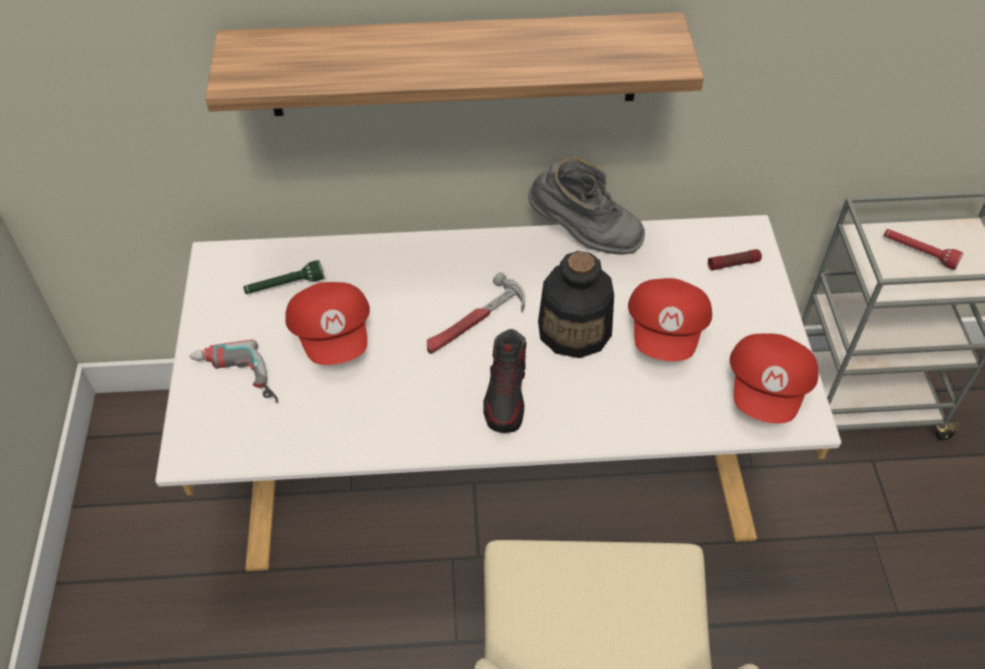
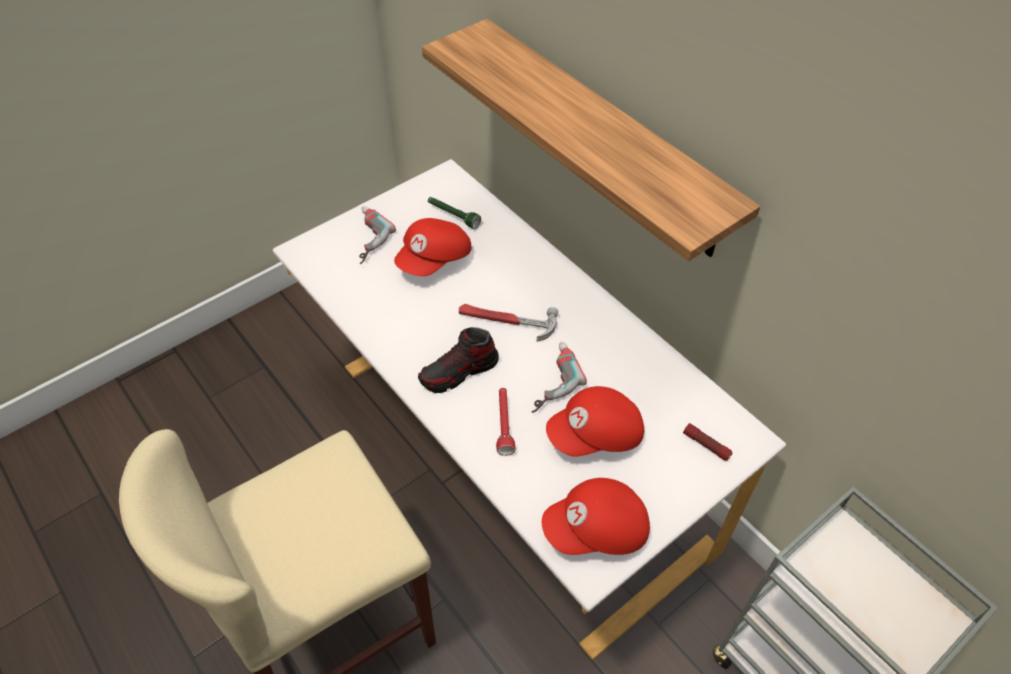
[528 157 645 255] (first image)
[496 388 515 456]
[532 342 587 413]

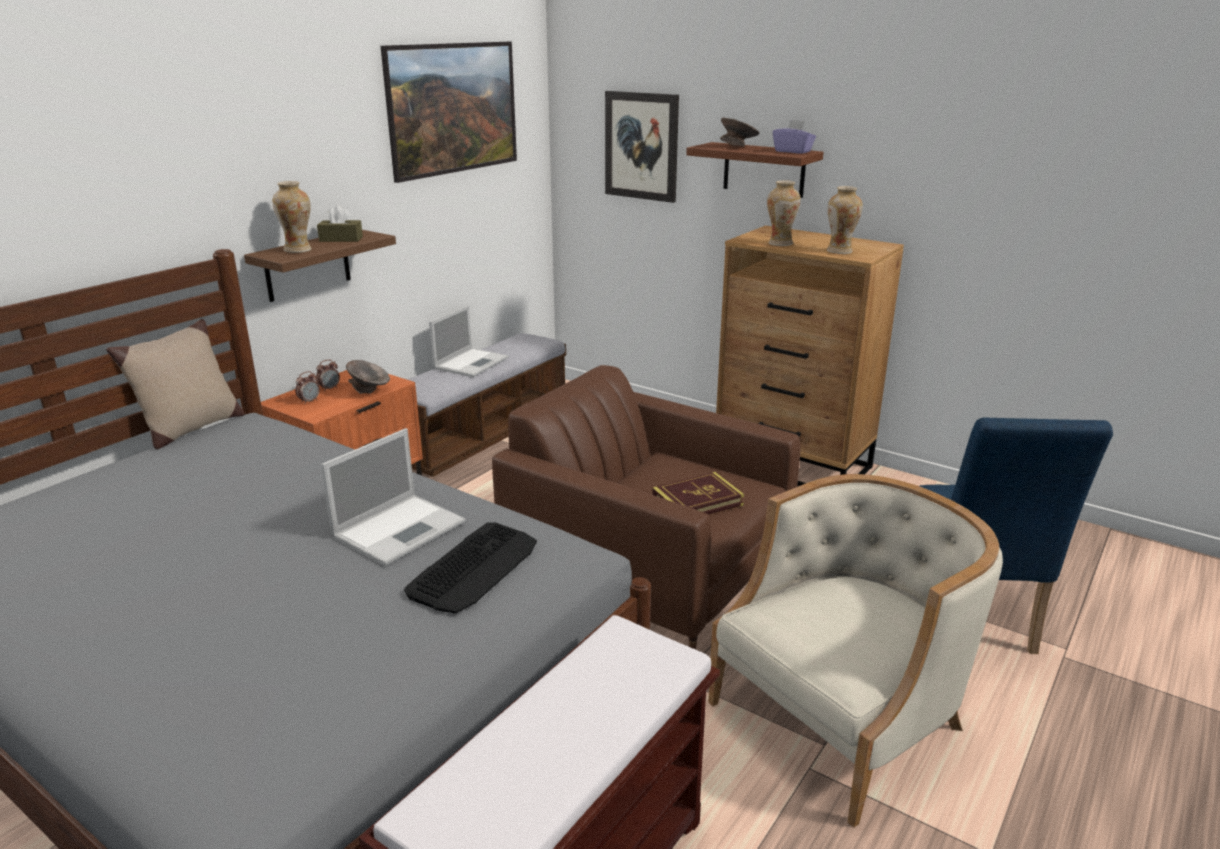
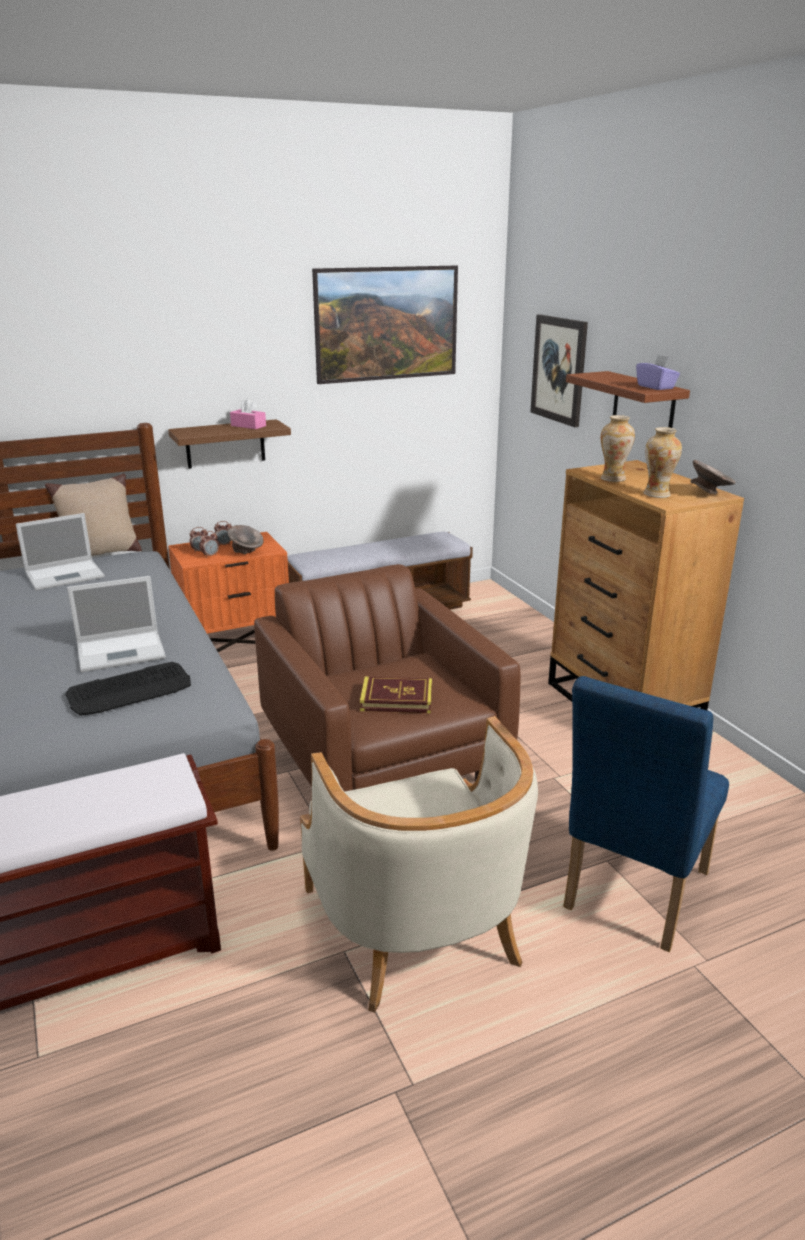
[272 181 312 253] (first image)
[199 531 219 558]
[16 513 105 590]
[690 460 735 495]
[230 398 266 429]
[300 716 538 1013]

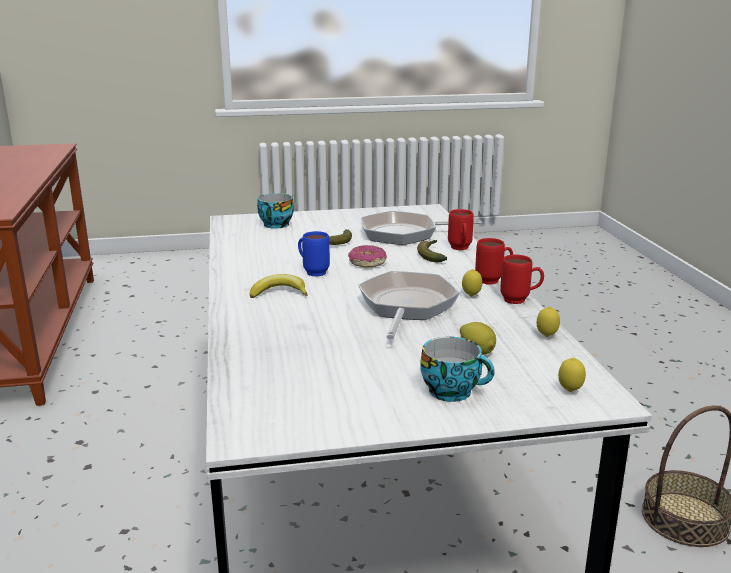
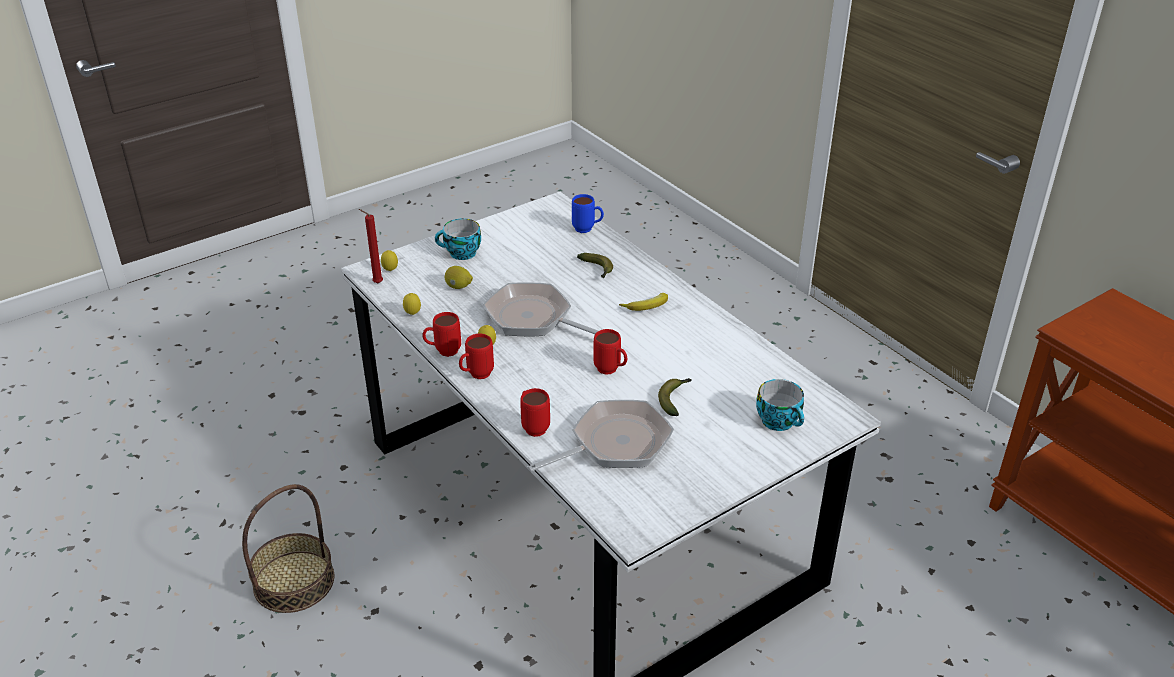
[359 209 383 283]
[572 194 604 233]
[577 253 613 278]
[594 329 628 375]
[483 282 598 336]

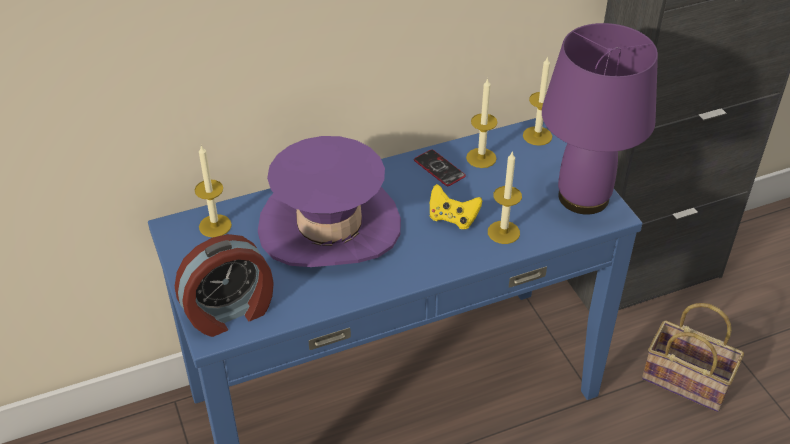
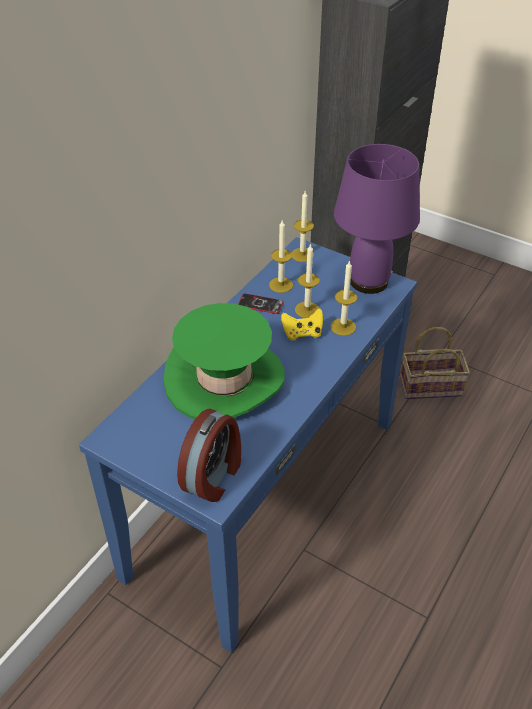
[295 243 320 318]
[163 303 285 419]

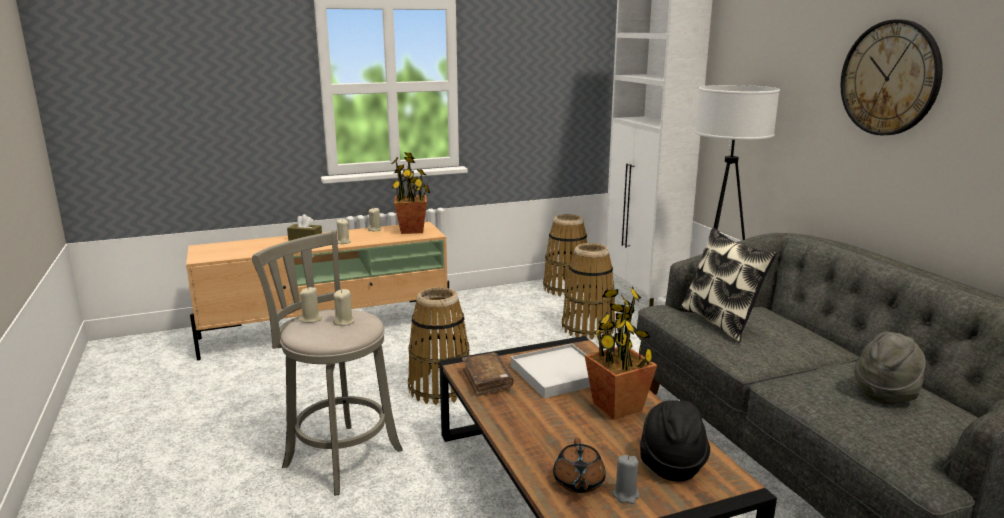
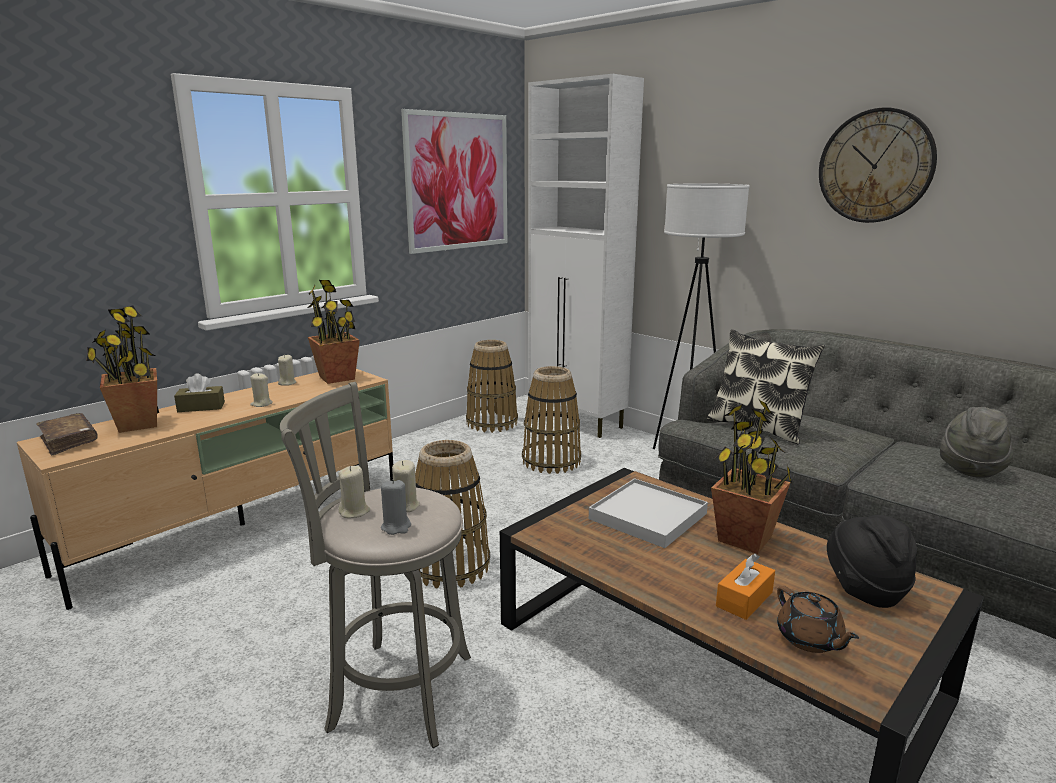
[86 305 159 433]
[401 109 507 254]
[716 554 775 620]
[36 413 98 456]
[381 479 411 535]

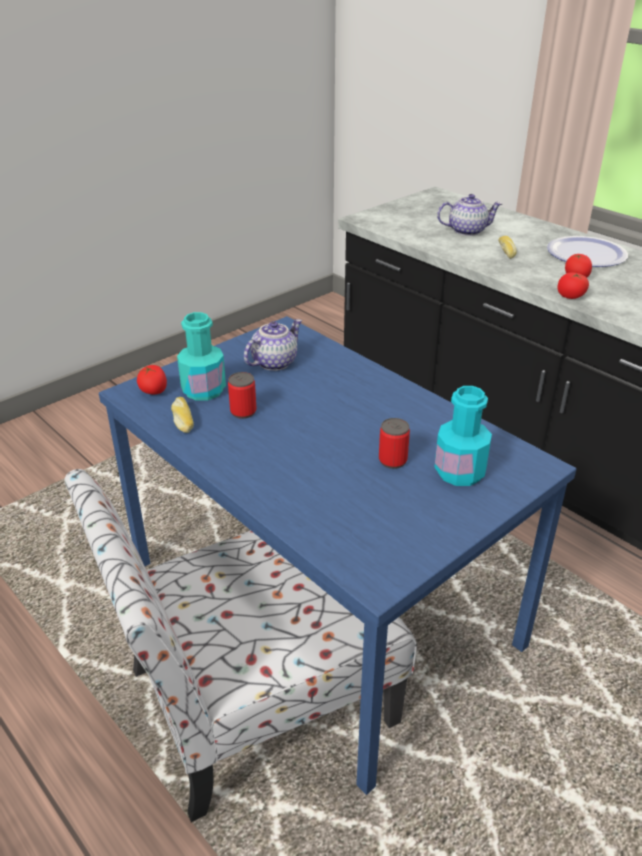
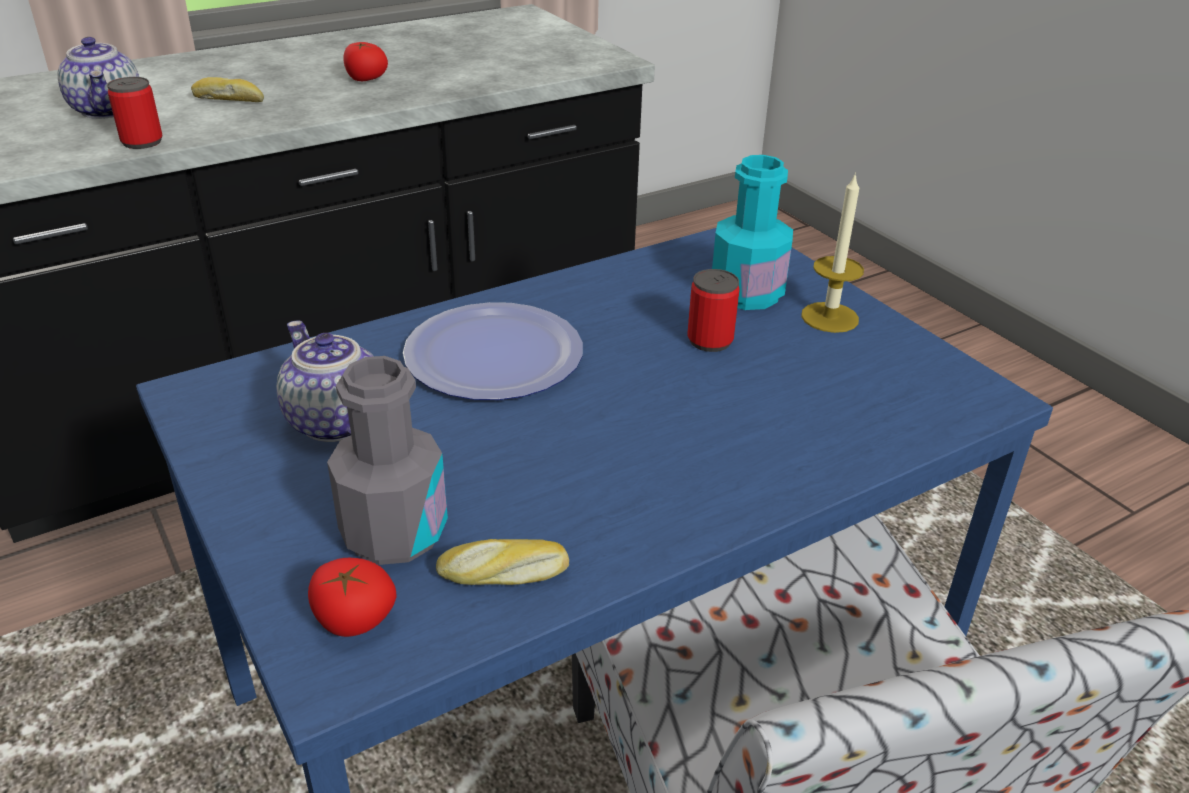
[557 273 589 299] (first image)
[801 172 864 333]
[107 77 162 149]
[403 302 583 400]
[327 356 448 565]
[58 37 139 119]

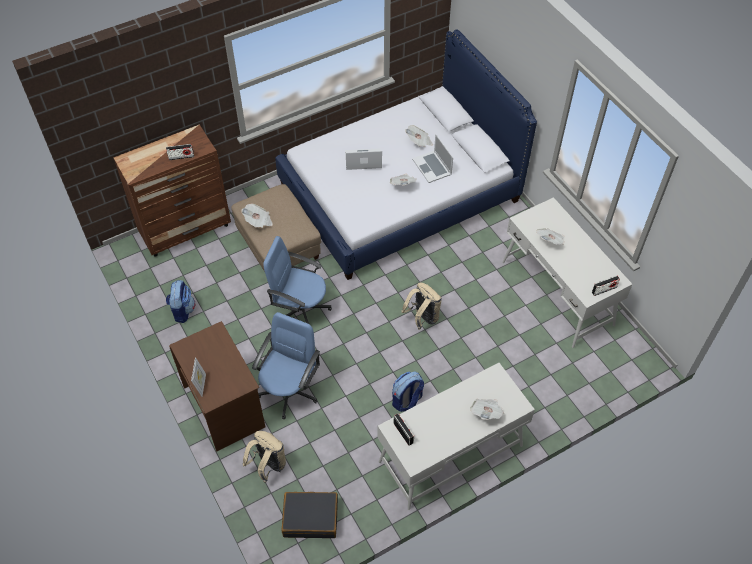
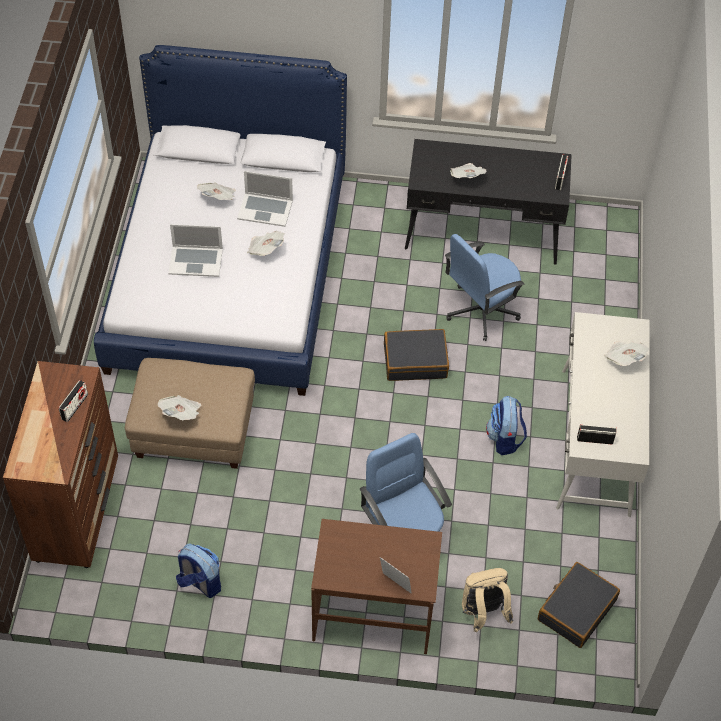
[445 234 525 341]
[384 329 449 381]
[405 139 572 265]
[168 224 223 277]

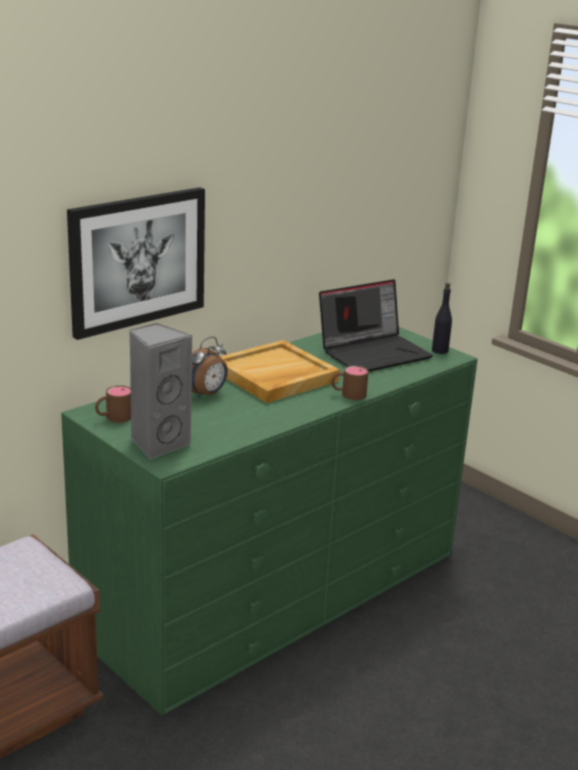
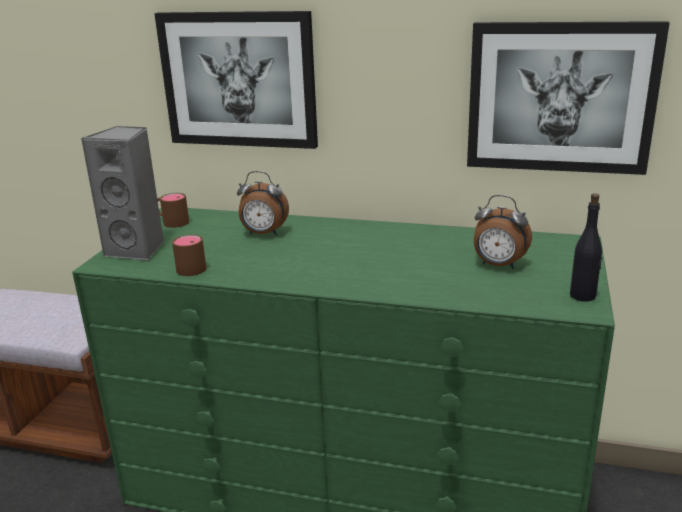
[220 340 340 403] (first image)
[467 21 670 175]
[172 234 206 276]
[474 195 532 269]

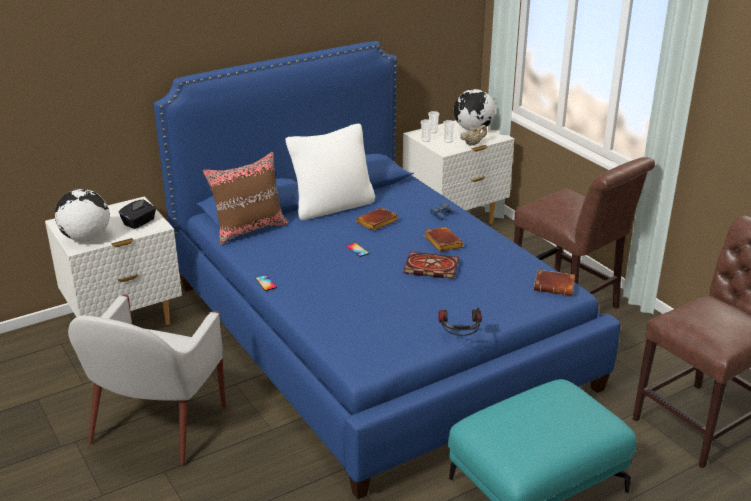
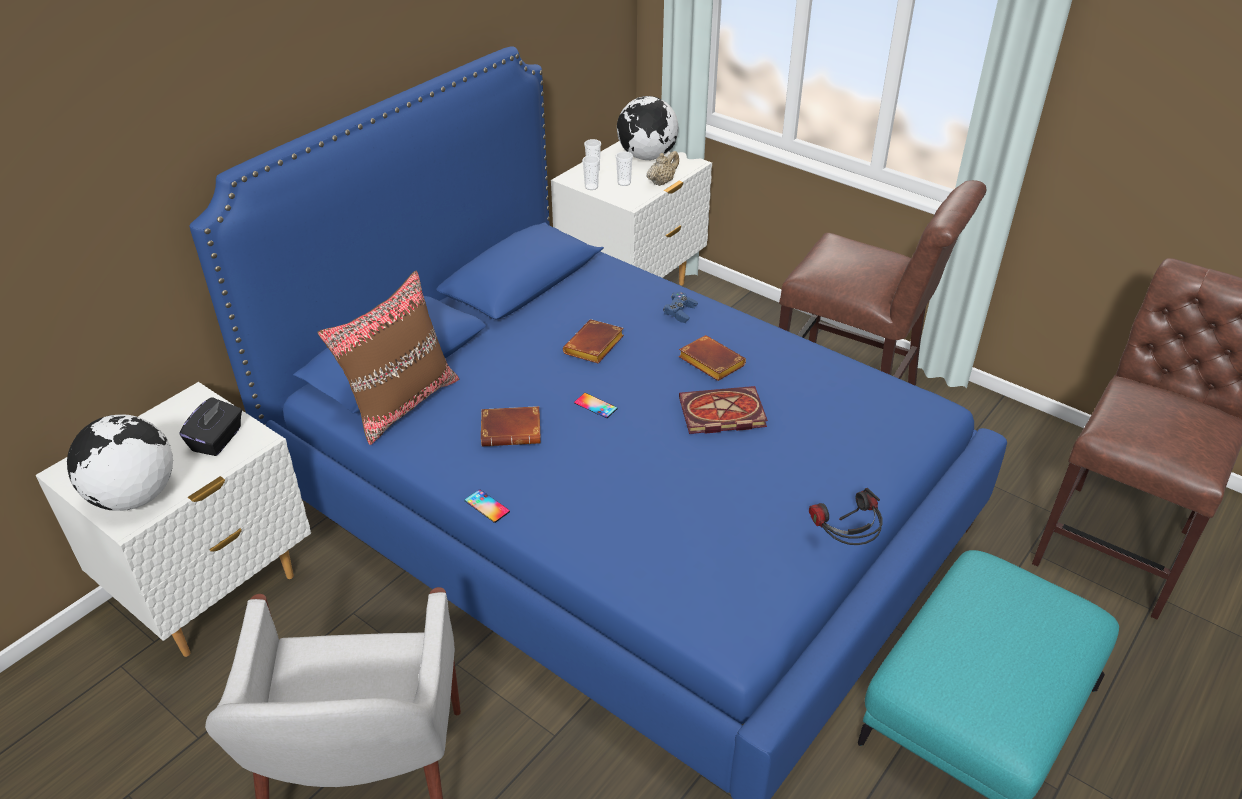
[285 124 375 220] (first image)
[481 406 541 446]

